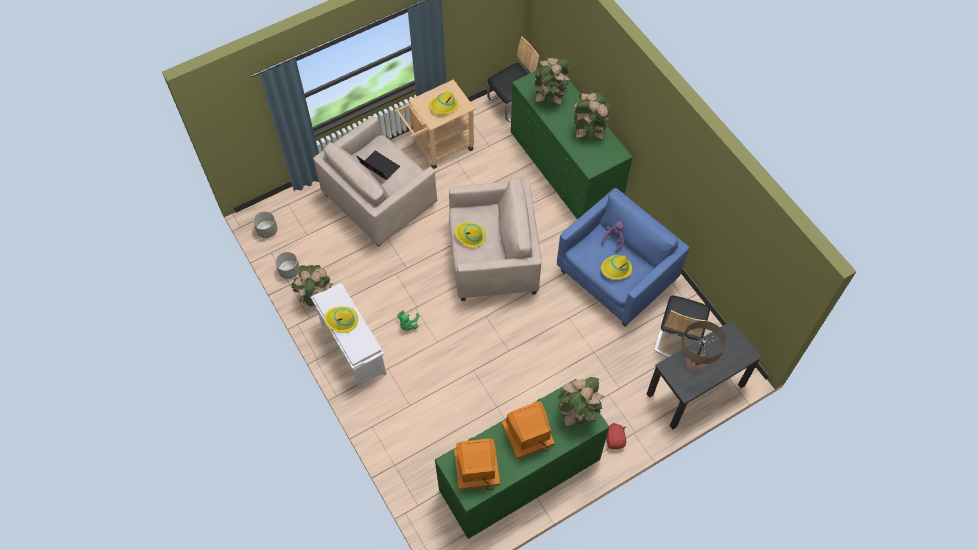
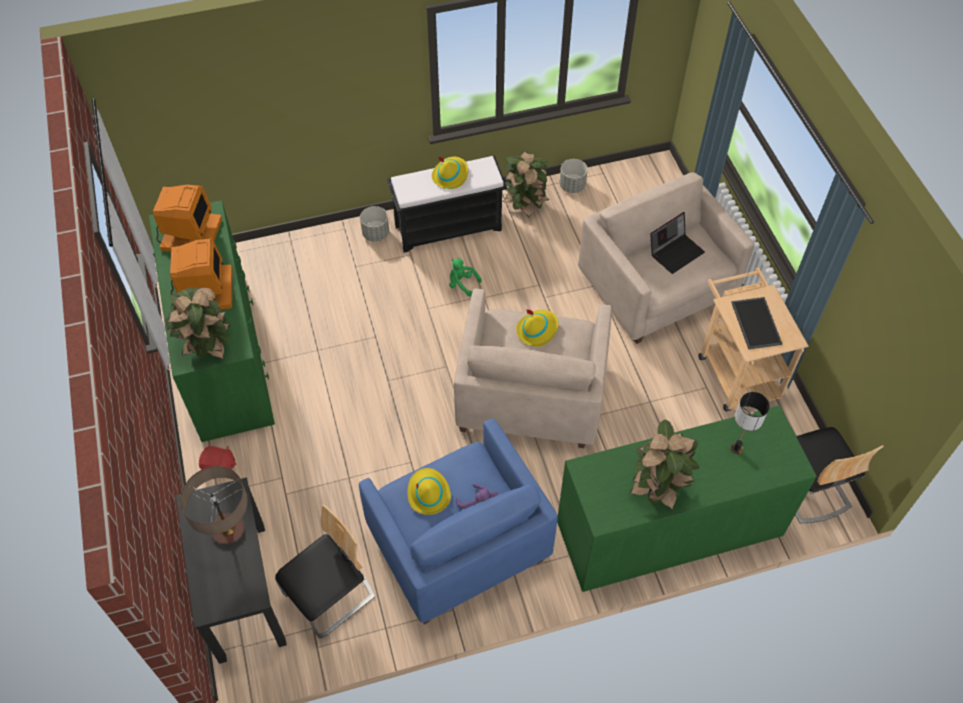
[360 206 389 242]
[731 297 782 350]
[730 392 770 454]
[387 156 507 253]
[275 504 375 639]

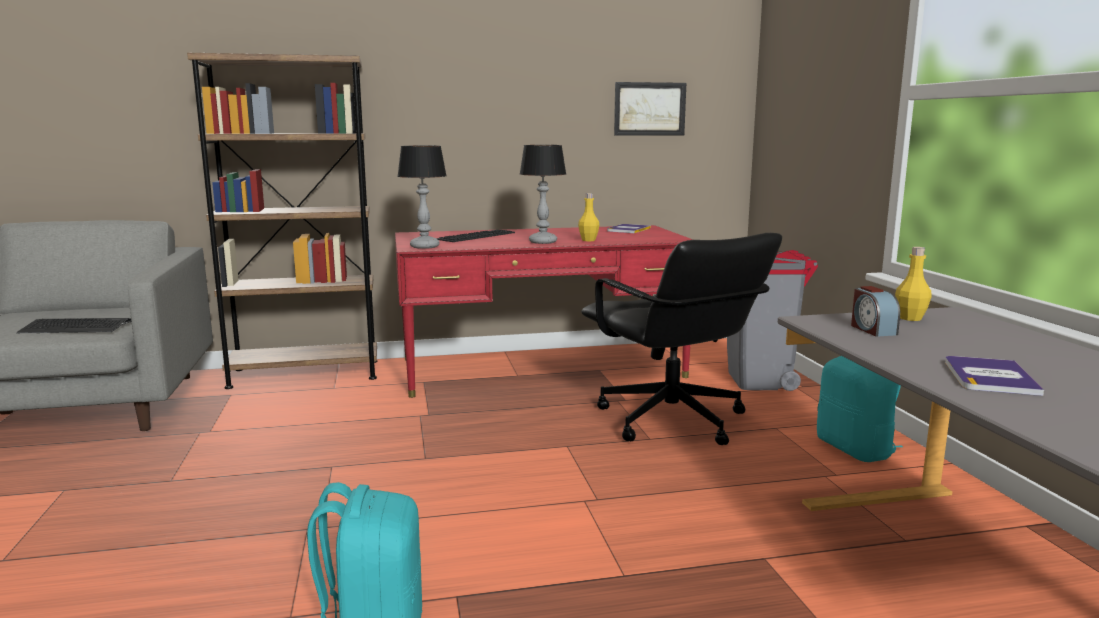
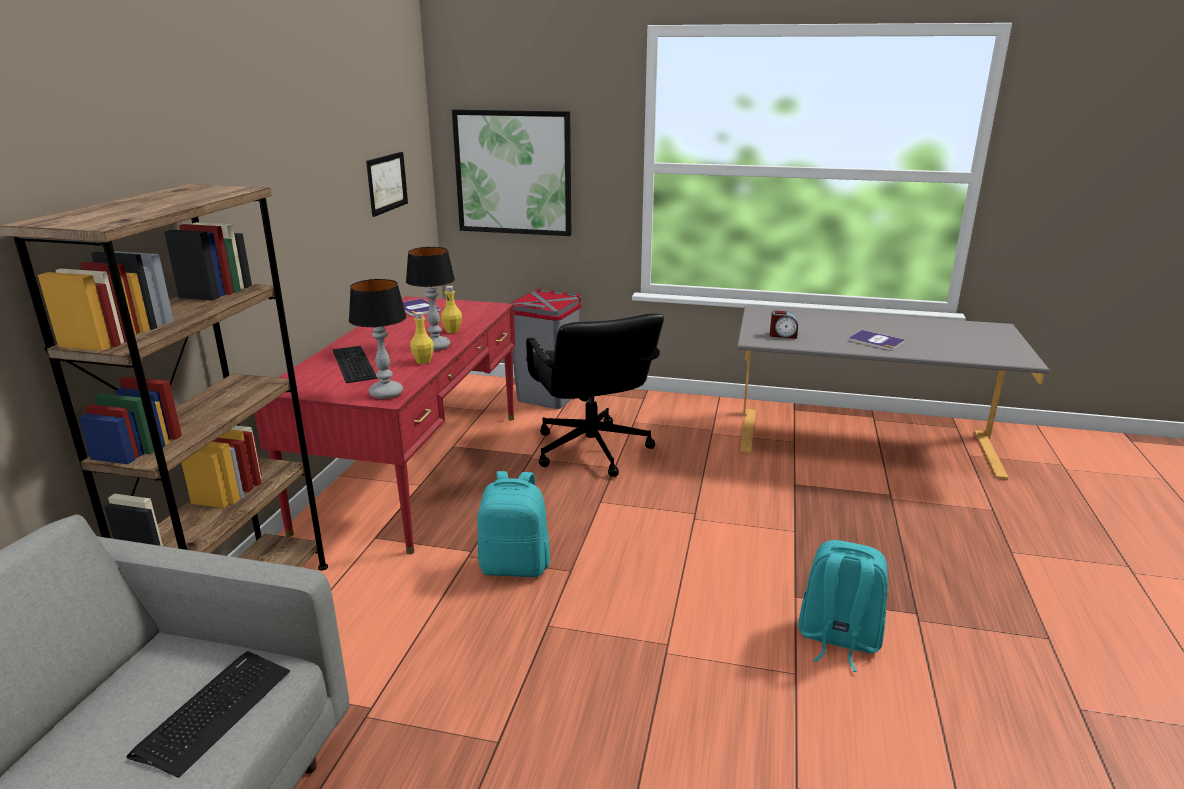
[452 109 572 236]
[478 471 550 577]
[410 312 434 364]
[526 314 664 477]

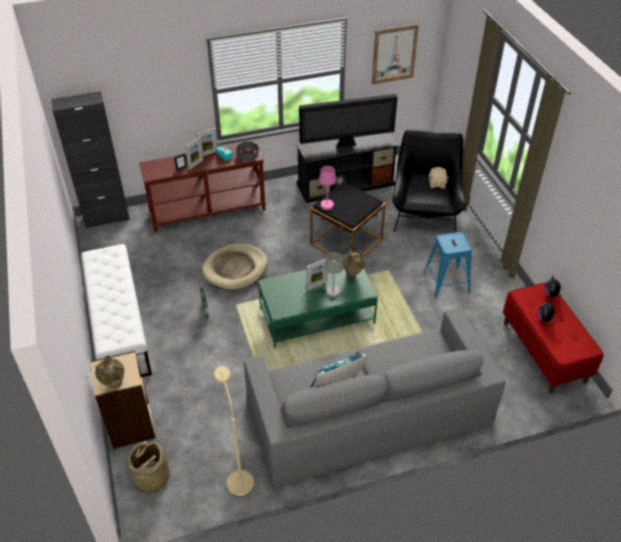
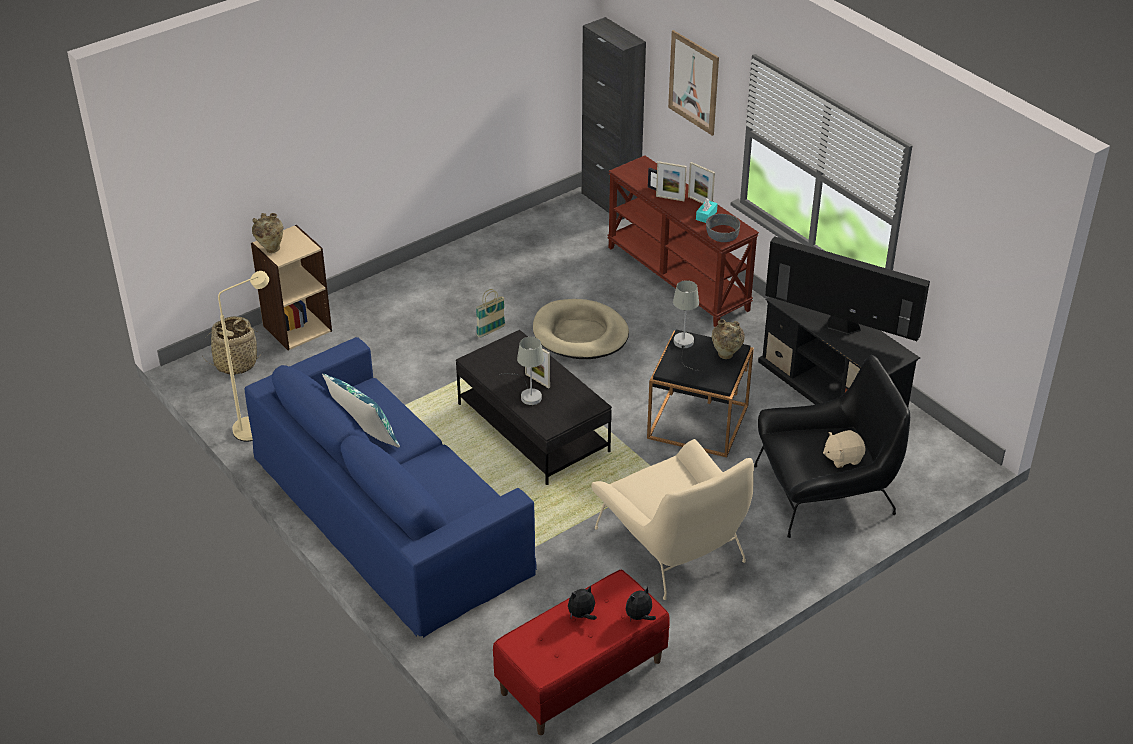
[81 244 152 377] (first image)
[712 320 745 359]
[668 30 719 136]
[592 439 754 600]
[244 337 537 638]
[456 330 612 485]
[673 280 703 371]
[765 236 930 341]

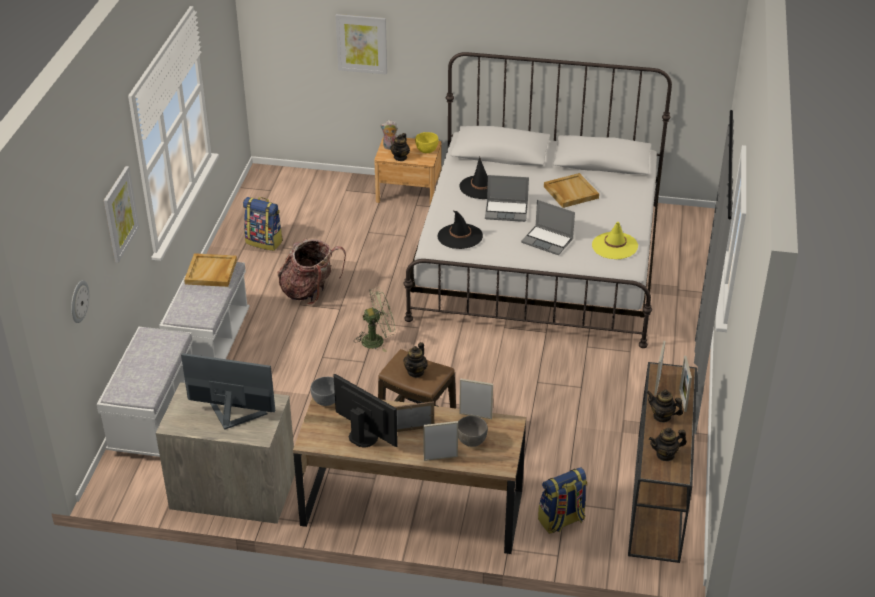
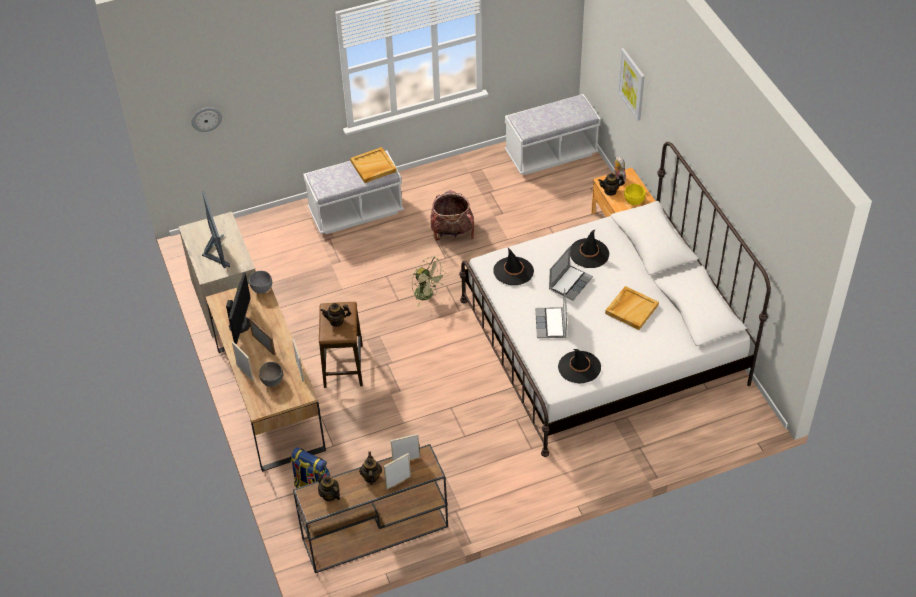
[104 166 139 263] (first image)
[243 197 283 251] (first image)
[505 94 601 175]
[558 349 601 384]
[549 246 593 300]

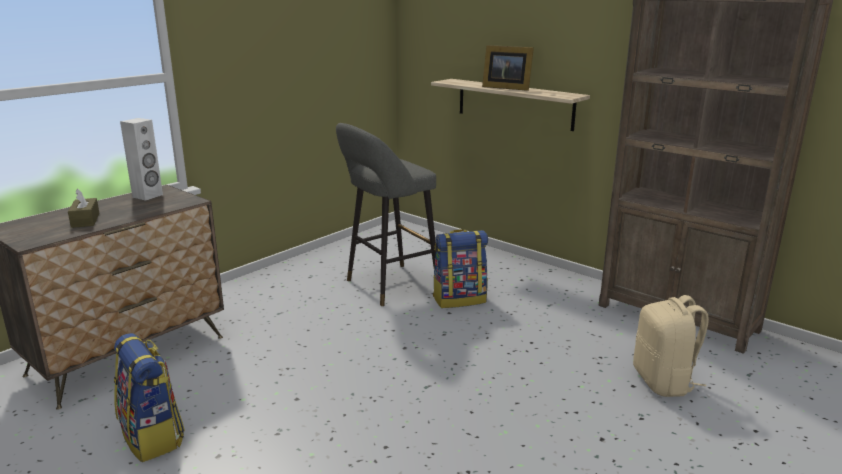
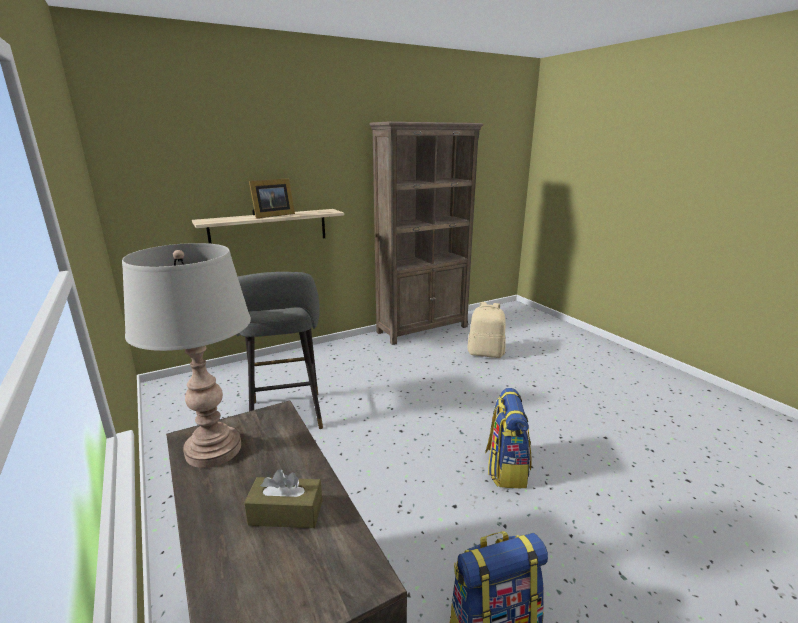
[485 388 532 488]
[122 243 251 468]

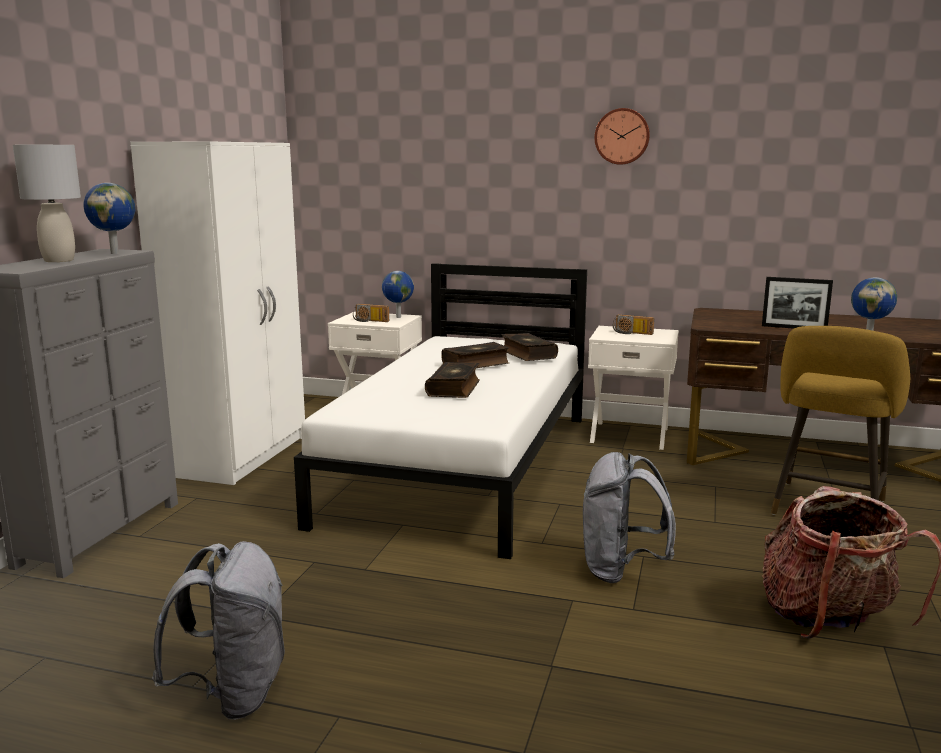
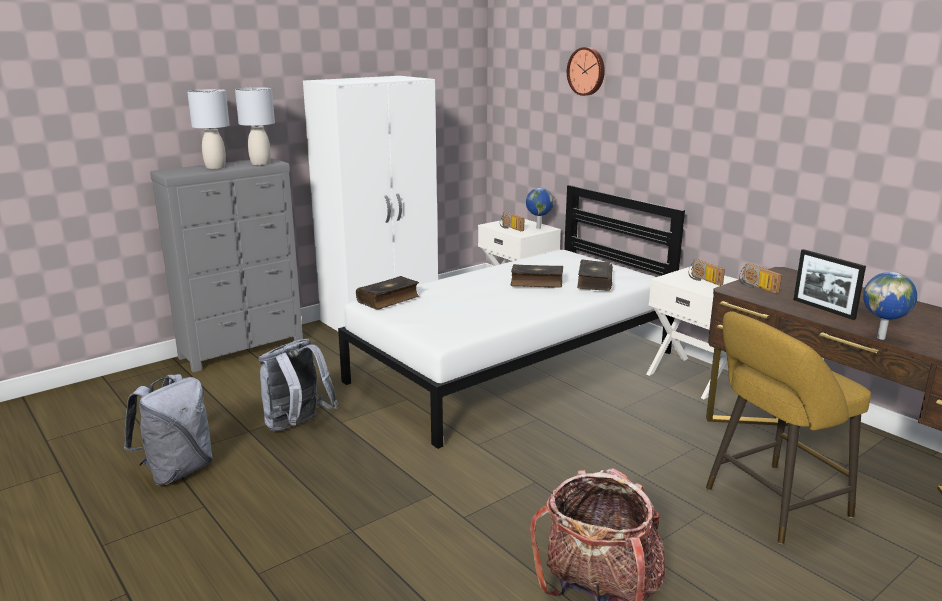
[739 263 782 294]
[356 276 419 309]
[258 339 338 432]
[567 47 605 96]
[235 87 275 165]

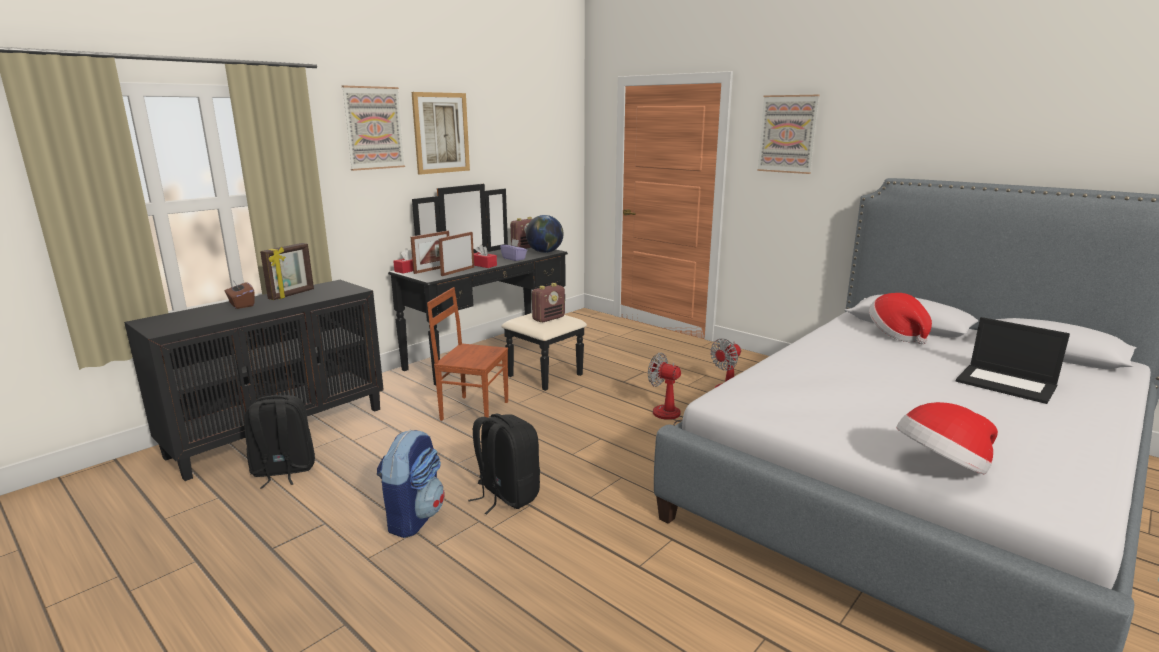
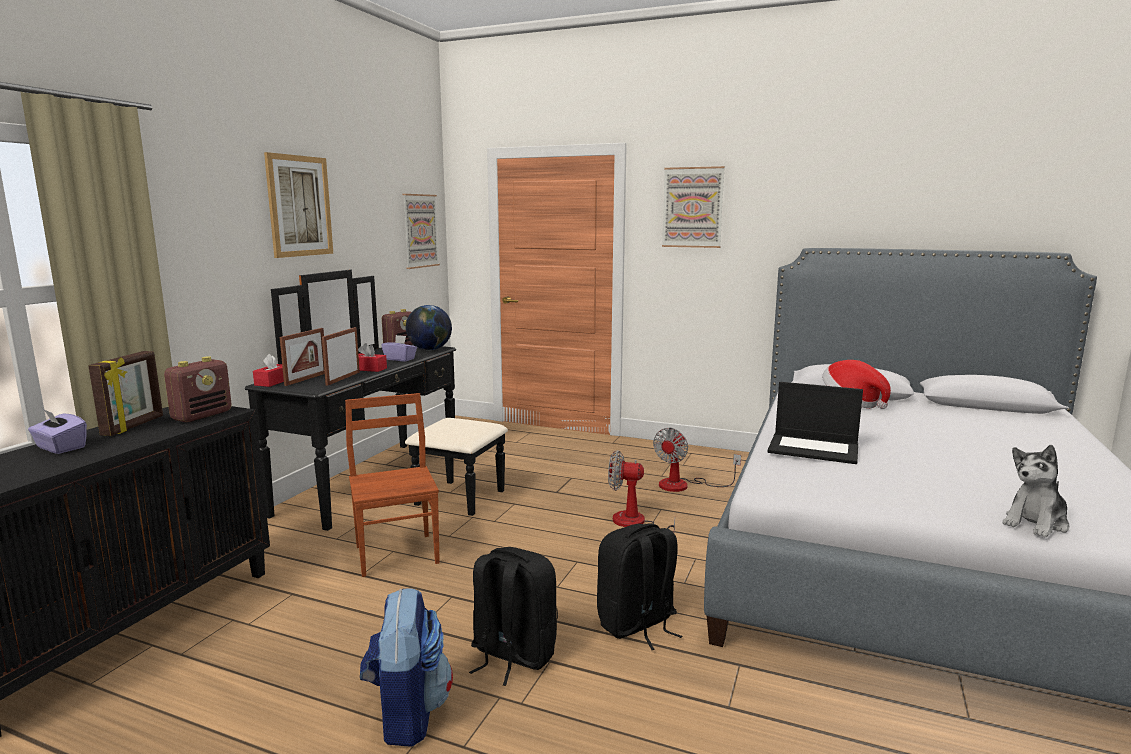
[597 523 682 650]
[403 194 440 269]
[164 356 232 422]
[768 382 863 464]
[1003 445 1069 537]
[28 410 87 454]
[345 393 440 577]

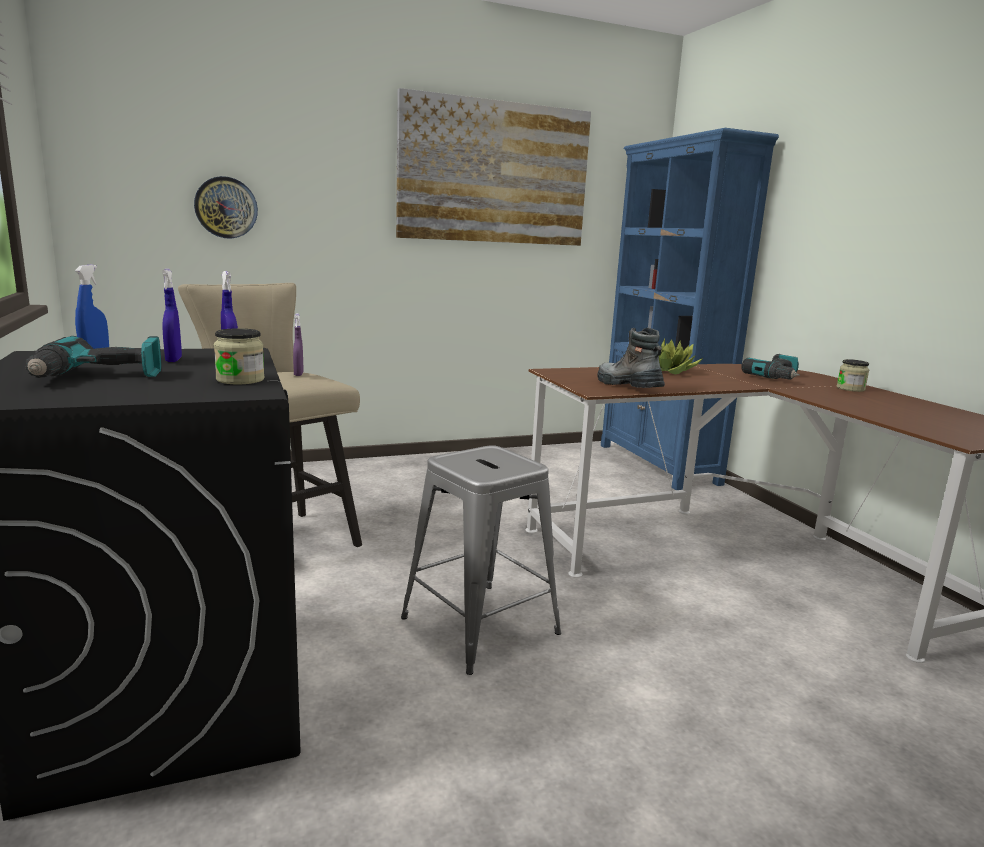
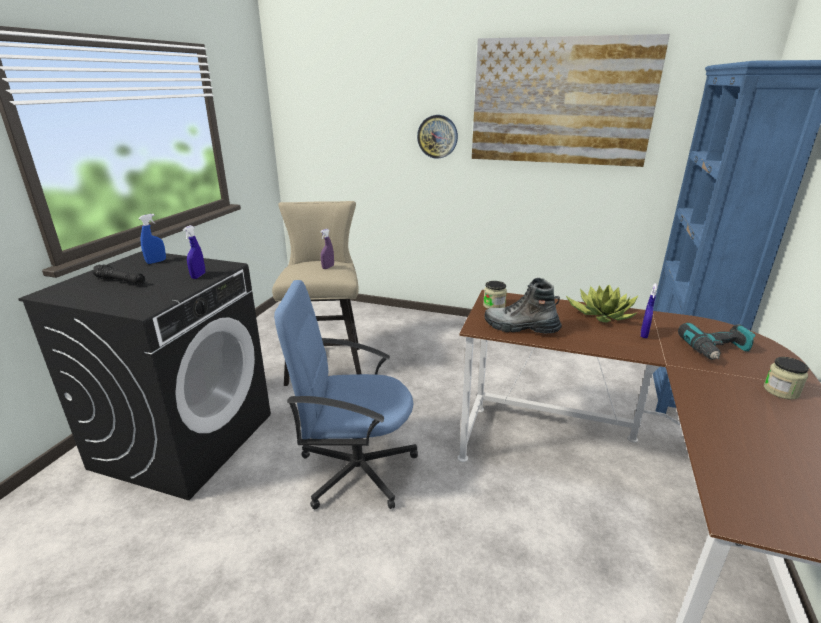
[641 283 657 338]
[417 115 458 159]
[483 281 507 309]
[92 264 145 285]
[274 280 418 509]
[484 278 562 334]

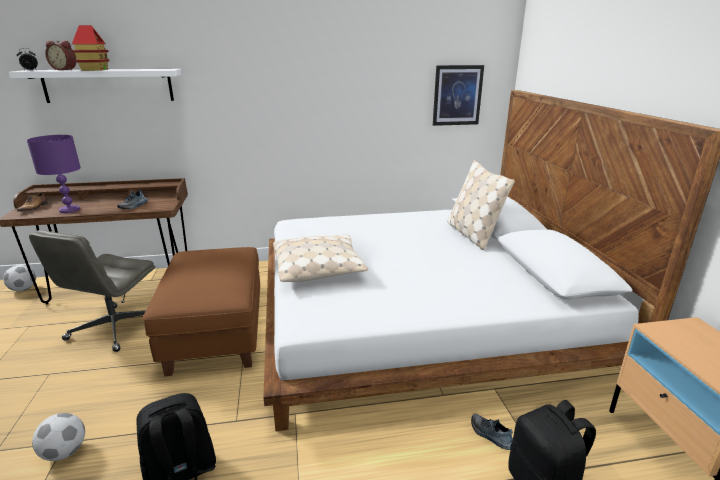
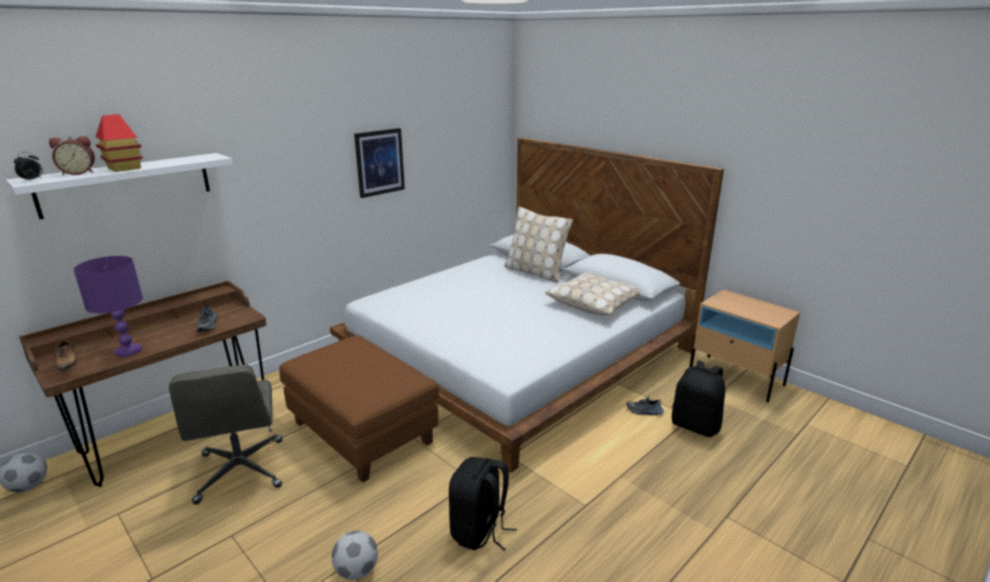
[545 273 640 315]
[354 128 405 198]

